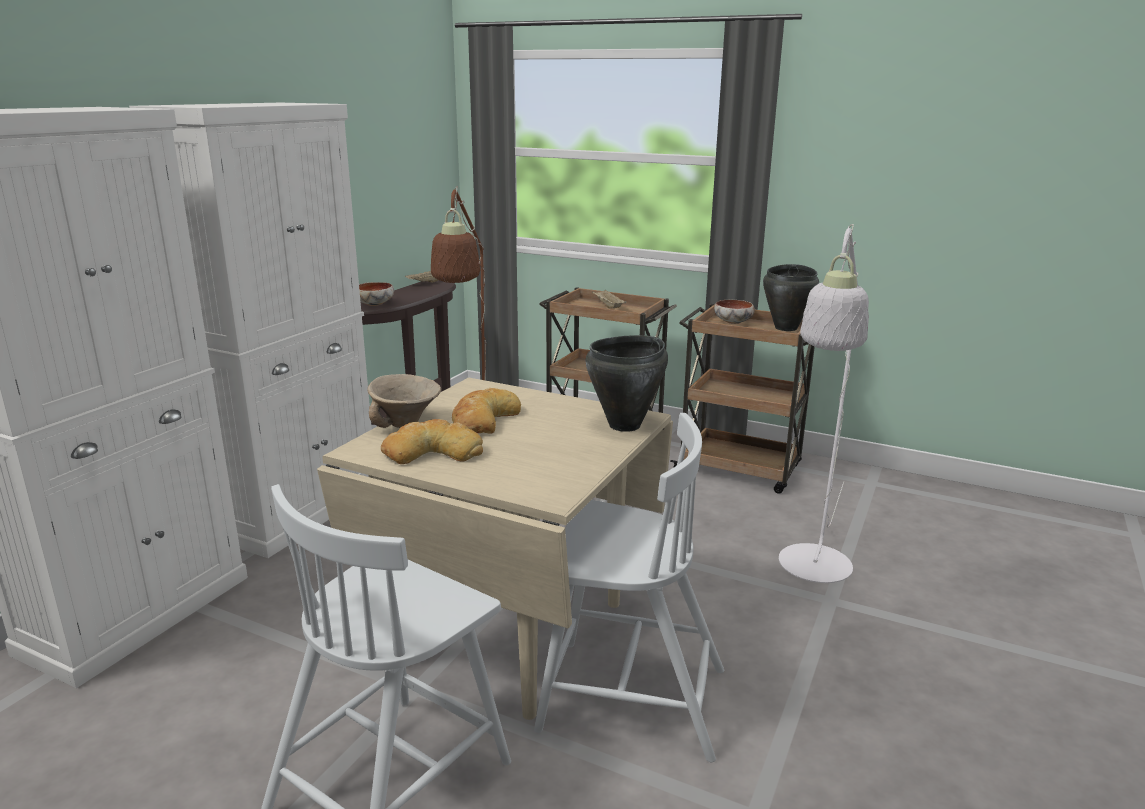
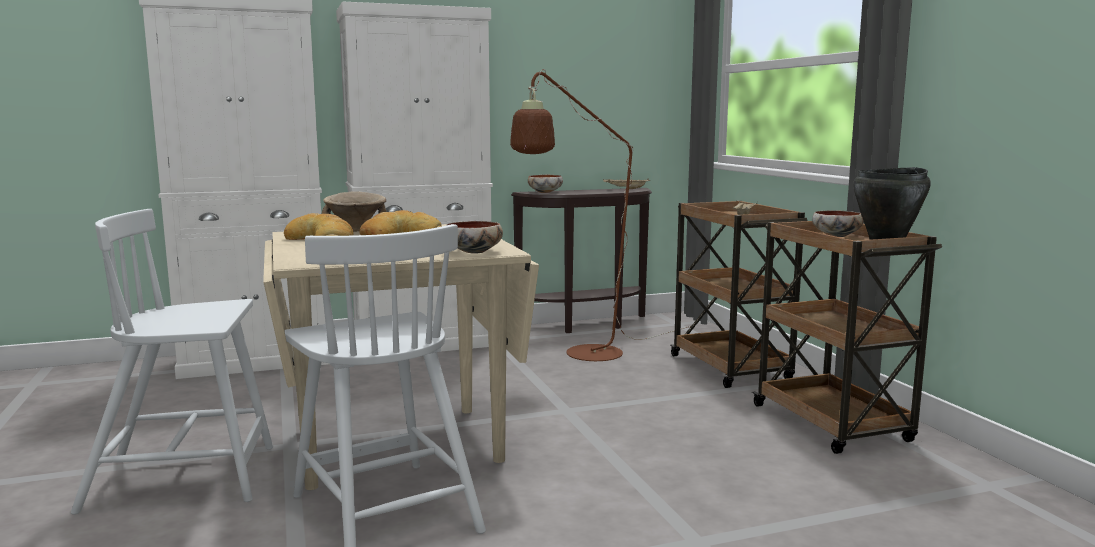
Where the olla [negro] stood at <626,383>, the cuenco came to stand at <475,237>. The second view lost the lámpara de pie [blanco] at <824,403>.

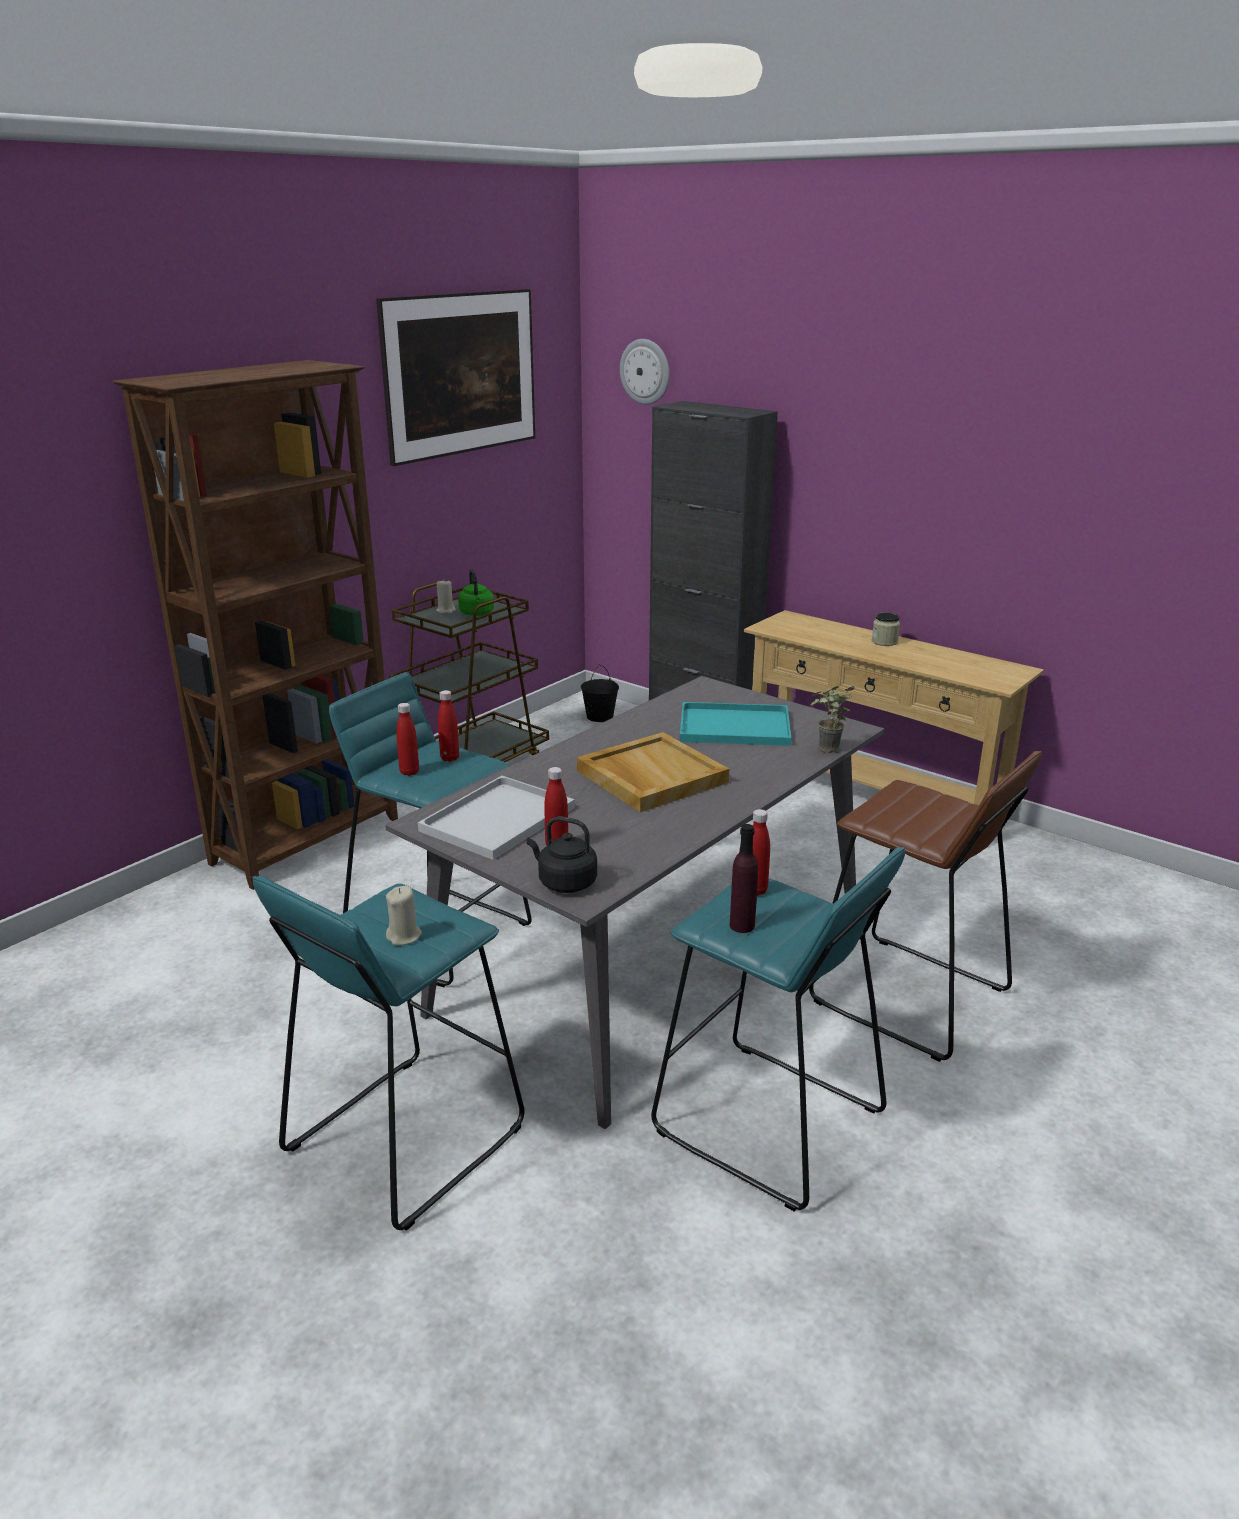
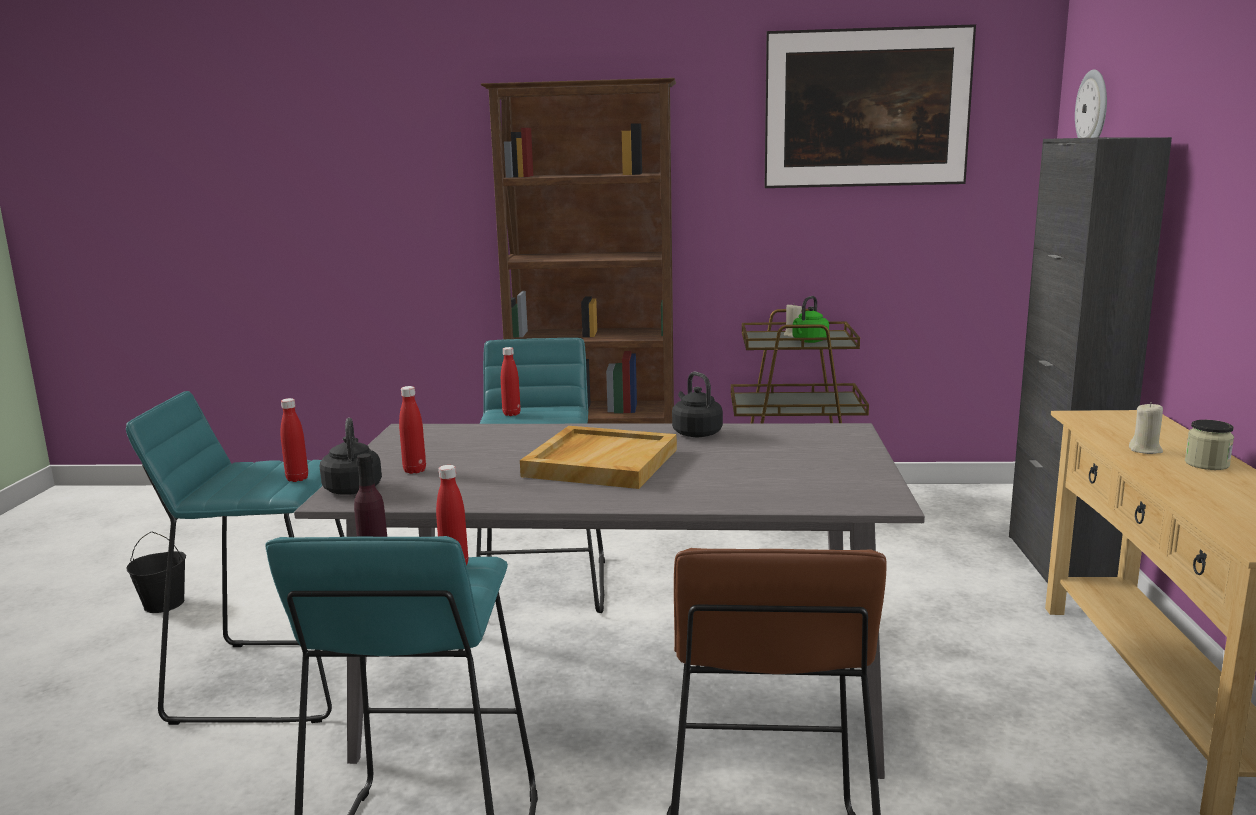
The cubo [negro] ended up elsewhere, having gone from <600,693> to <156,572>. The botella [rojo] ended up elsewhere, having gone from <448,726> to <294,440>. The second view gained the hervidor [negro] at <697,404>. The vela [beis] ended up elsewhere, having gone from <404,915> to <1146,428>. The second view lost the bandeja [blanco] at <496,818>. The second view lost the bandeja [turquesa] at <735,724>. The second view lost the planta en maceta at <832,719>.

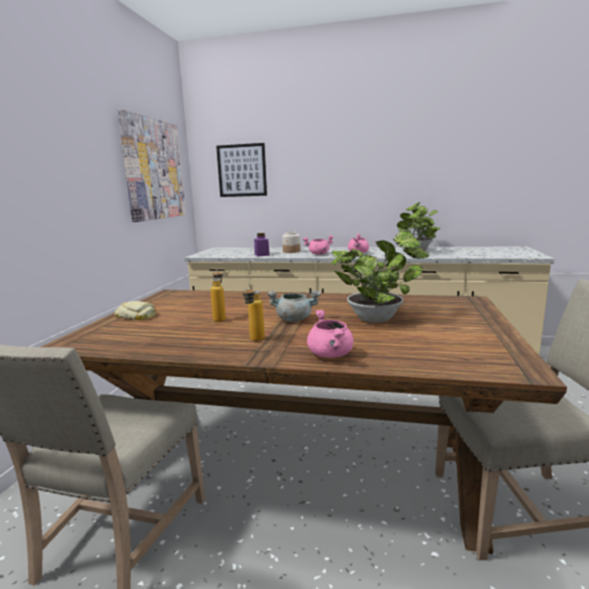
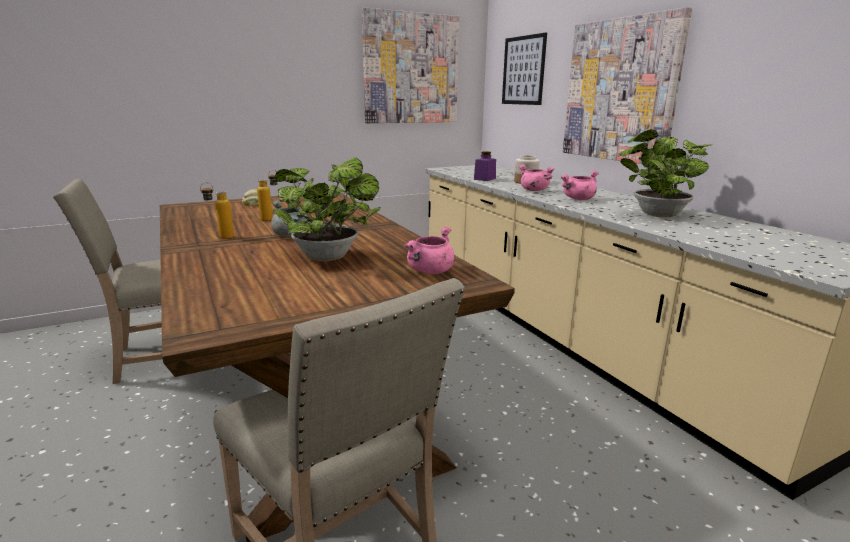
The olla [rosa] ended up elsewhere, having gone from <330,334> to <429,250>. The second view gained the cuadro at <627,85>.

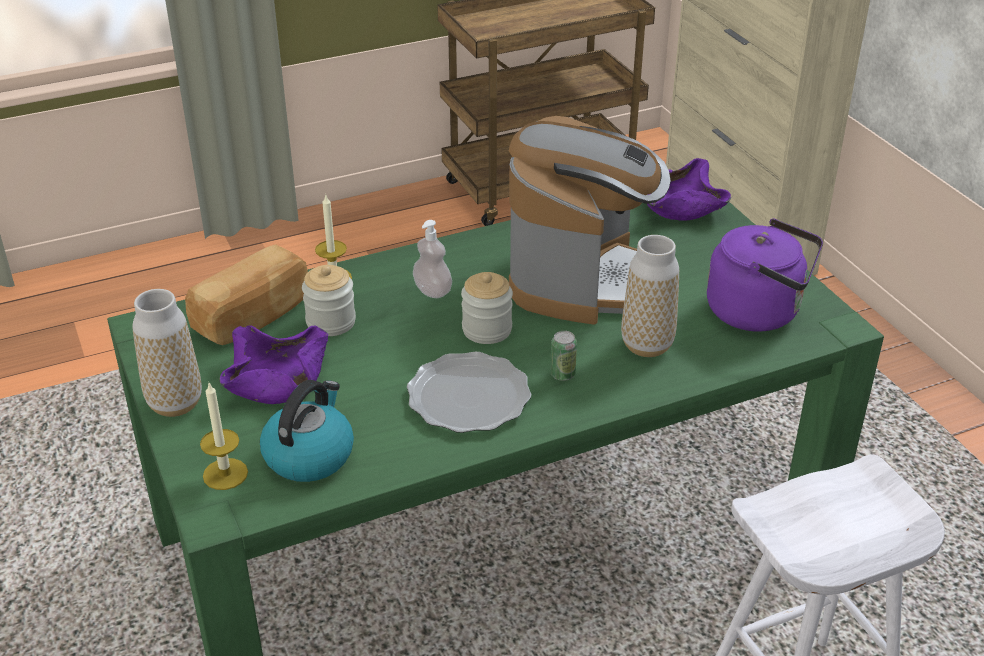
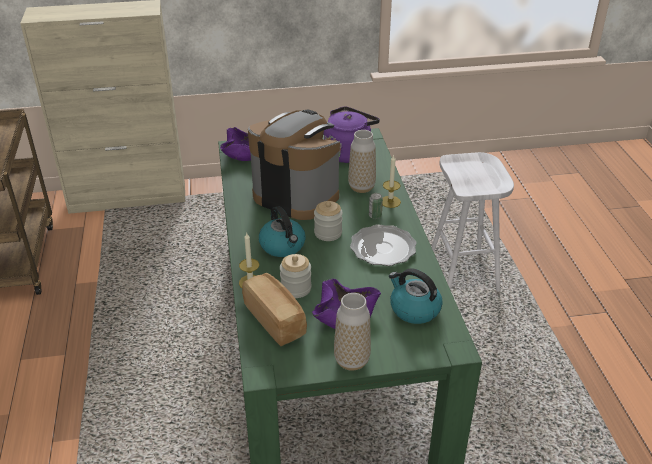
Where the dispensador de jabón stood at <432,259>, the hervidor came to stand at <282,231>. The vela ended up elsewhere, having gone from <224,436> to <391,181>.

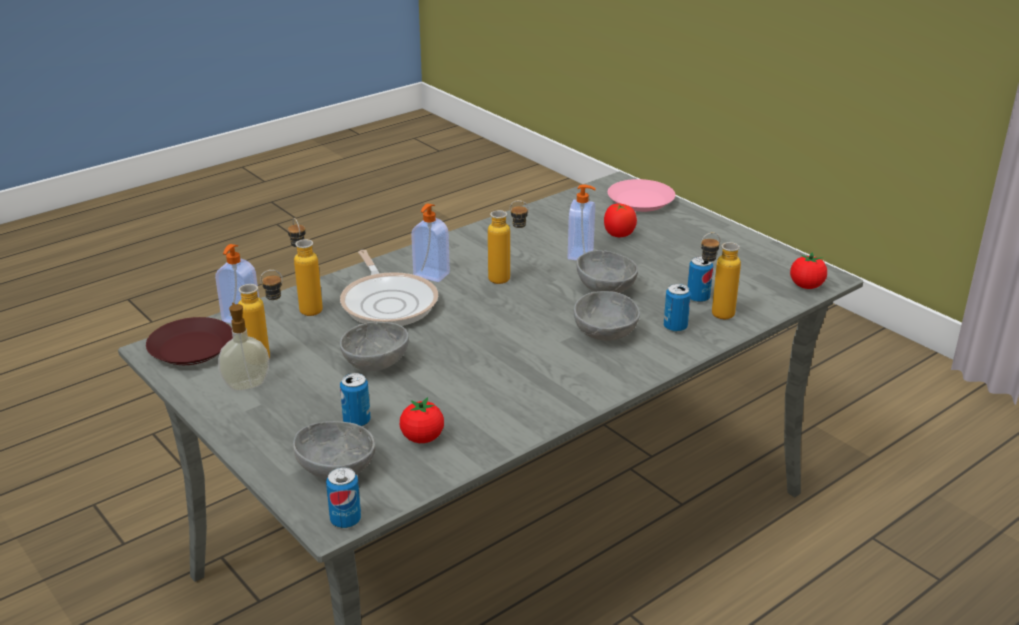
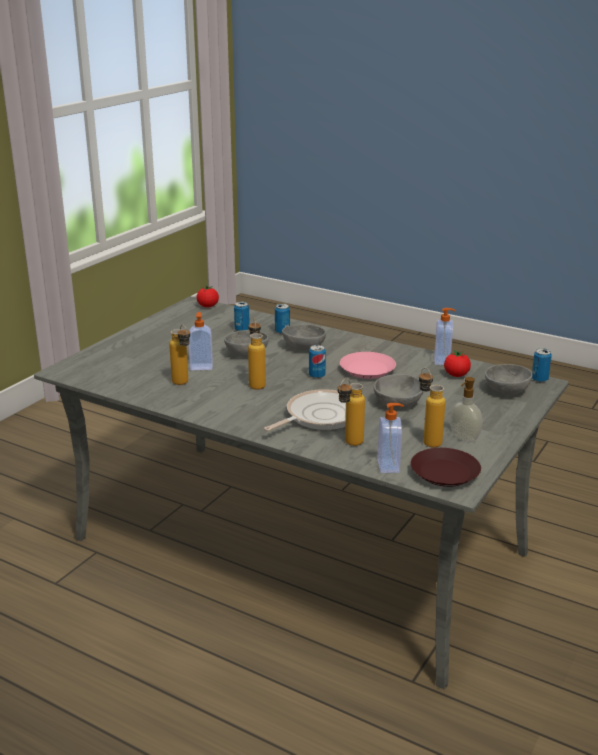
The botella ended up elsewhere, having gone from <721,275> to <179,354>. The lata ended up elsewhere, having gone from <355,399> to <317,362>. The plato [rosa] ended up elsewhere, having gone from <641,195> to <368,365>. The dispensador de jabón ended up elsewhere, having gone from <430,242> to <445,336>. The second view lost the tomate at <620,220>.

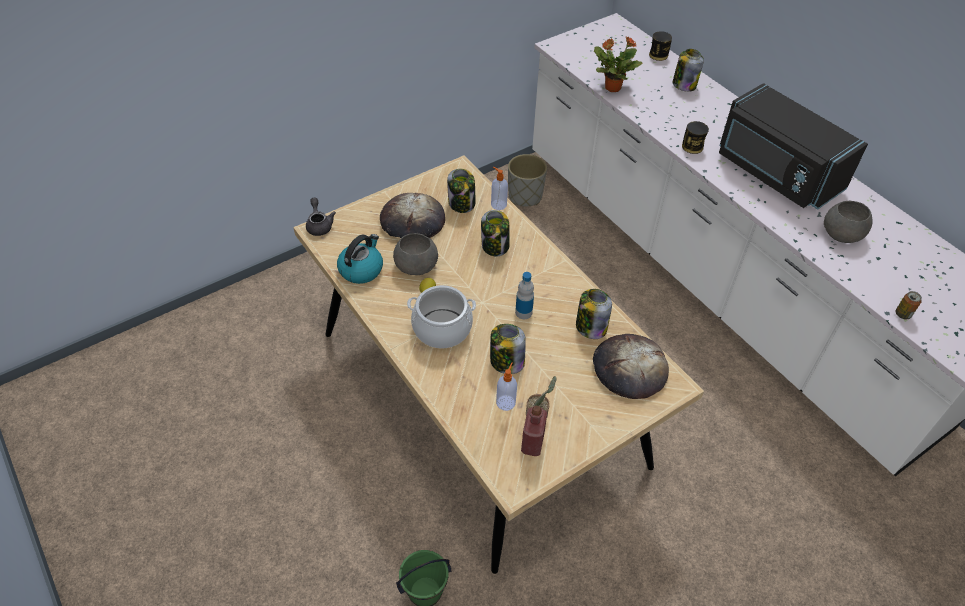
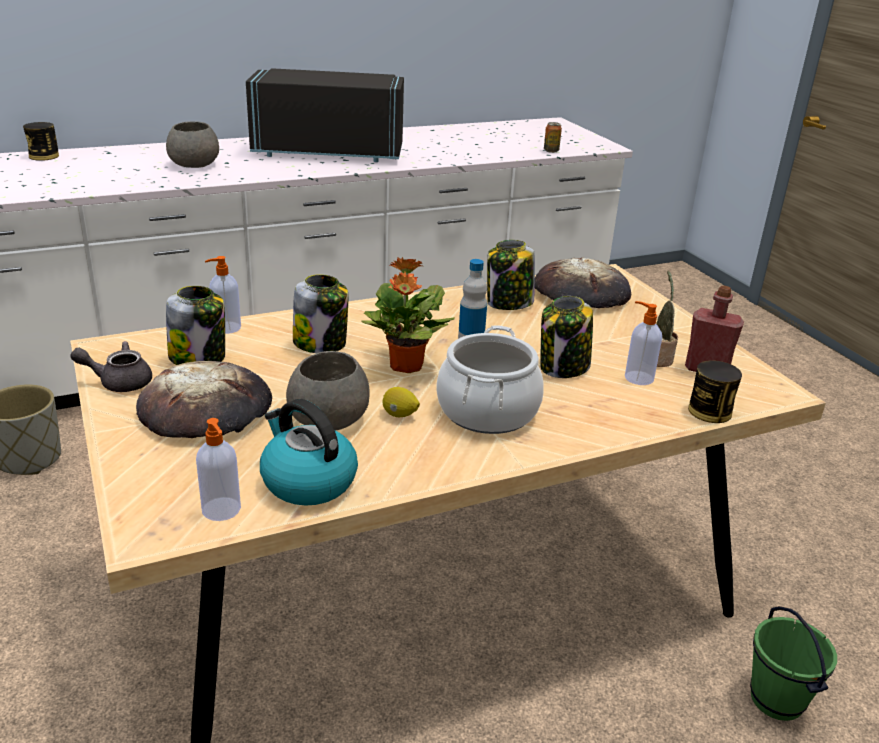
The tetera [gris] ended up elsewhere, having gone from <321,217> to <111,366>. The cuenco [gris] ended up elsewhere, having gone from <848,222> to <192,144>. The second view gained the dispensador de jabón at <218,469>. The microondas [negro] at <793,146> ended up facing another way, 150 degrees counterclockwise from before. The planta en maceta ended up elsewhere, having gone from <618,64> to <408,315>. The lata ended up elsewhere, having gone from <695,137> to <715,391>. The second view lost the tarro at <688,70>.

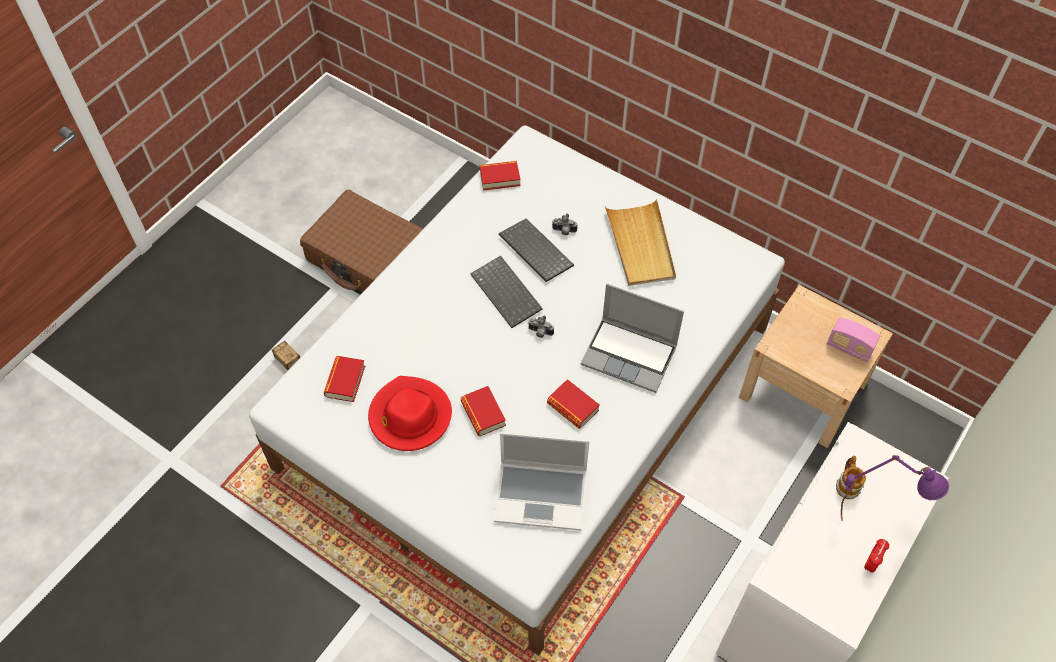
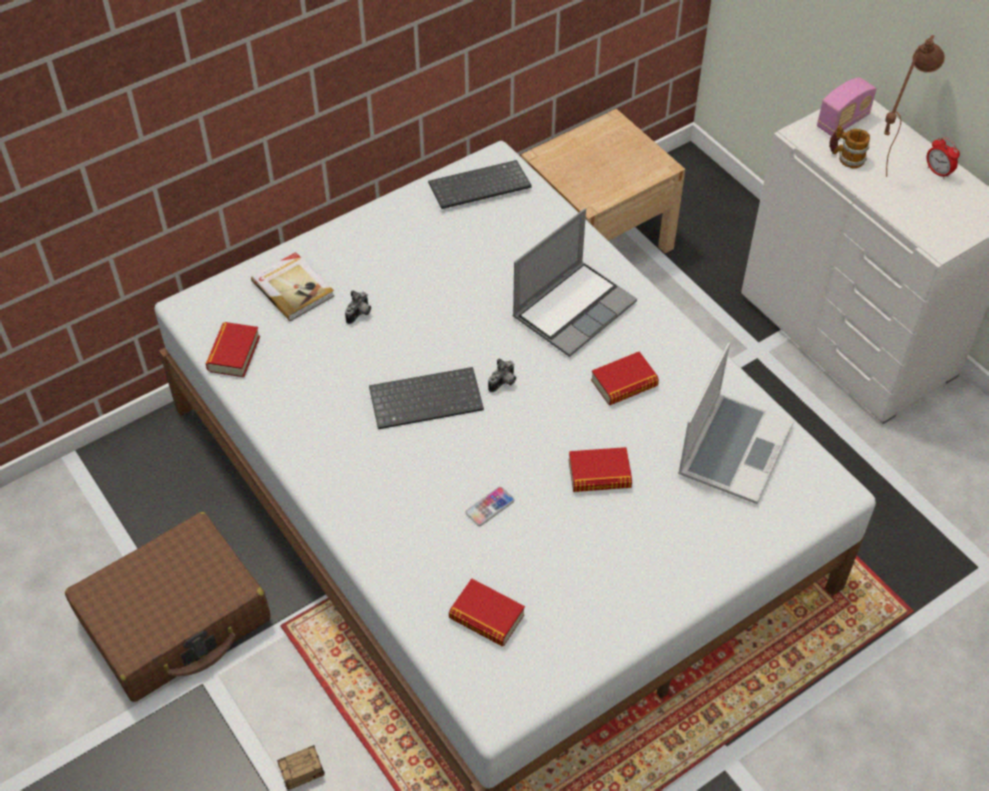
The second view gained the libro at <292,286>. The teclado ended up elsewhere, having gone from <536,250> to <480,184>. The second view gained the móvil at <489,506>. The radio ended up elsewhere, having gone from <853,340> to <846,106>. What was the lámpara de mesa [morado] at <895,488> turned into the lámpara de mesa [marrón] at <914,106>. The second view lost the sombrero [rojo] at <410,413>. The second view lost the bandeja [beis] at <640,242>.

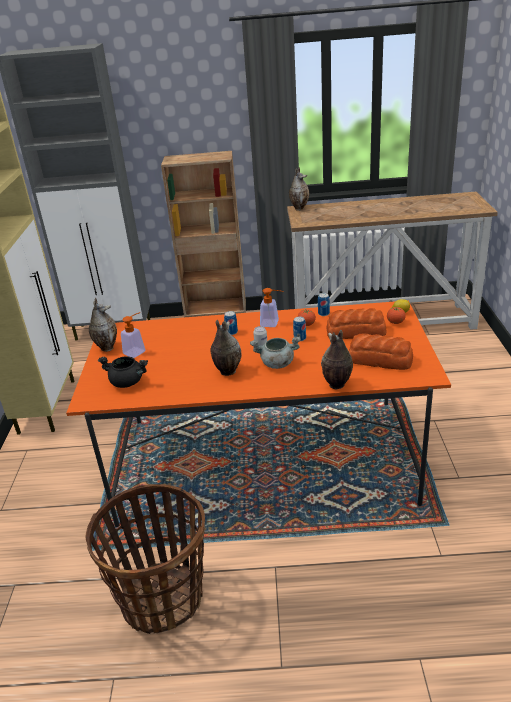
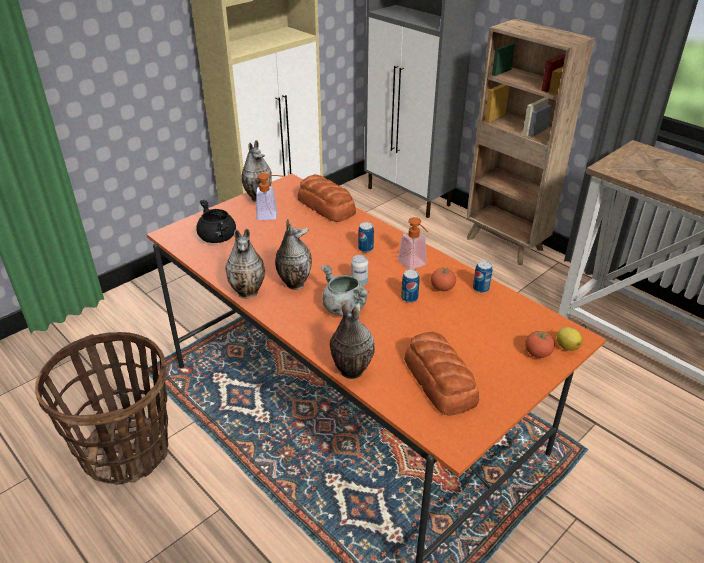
The florero ended up elsewhere, having gone from <299,189> to <245,264>. The pan ended up elsewhere, having gone from <357,323> to <327,198>.

